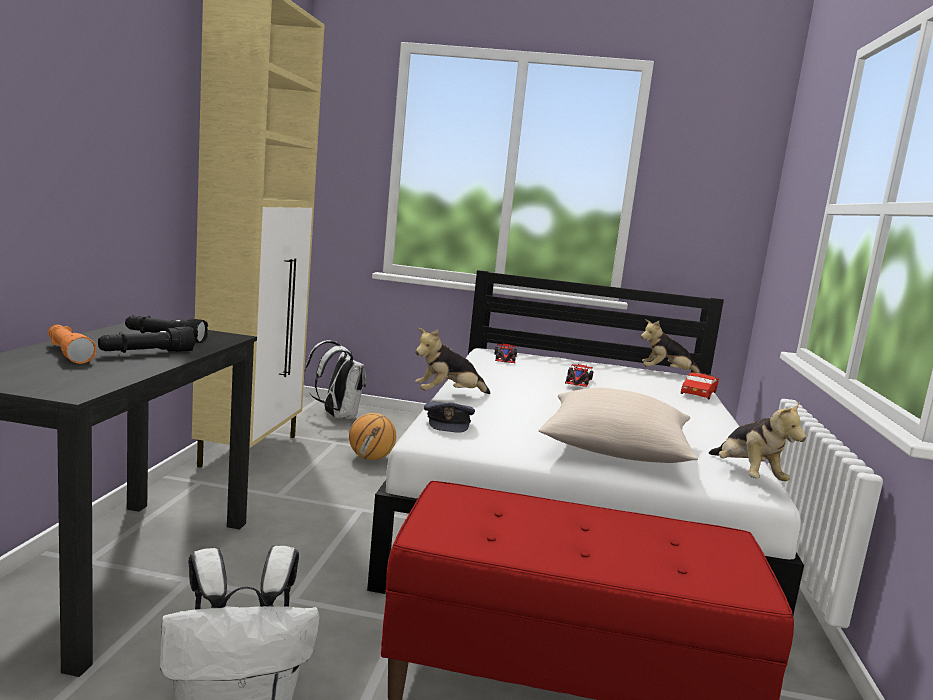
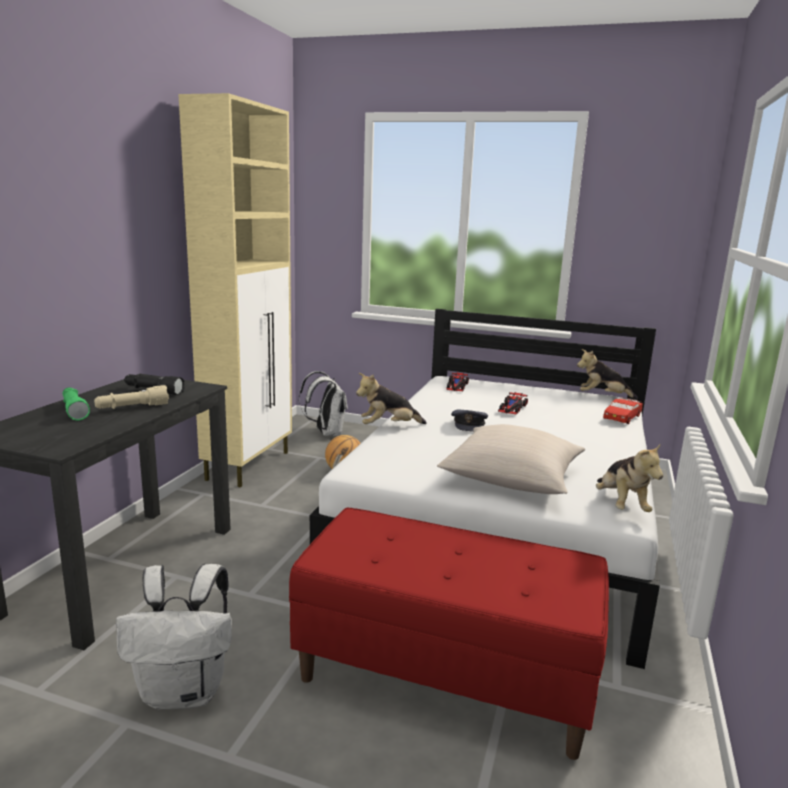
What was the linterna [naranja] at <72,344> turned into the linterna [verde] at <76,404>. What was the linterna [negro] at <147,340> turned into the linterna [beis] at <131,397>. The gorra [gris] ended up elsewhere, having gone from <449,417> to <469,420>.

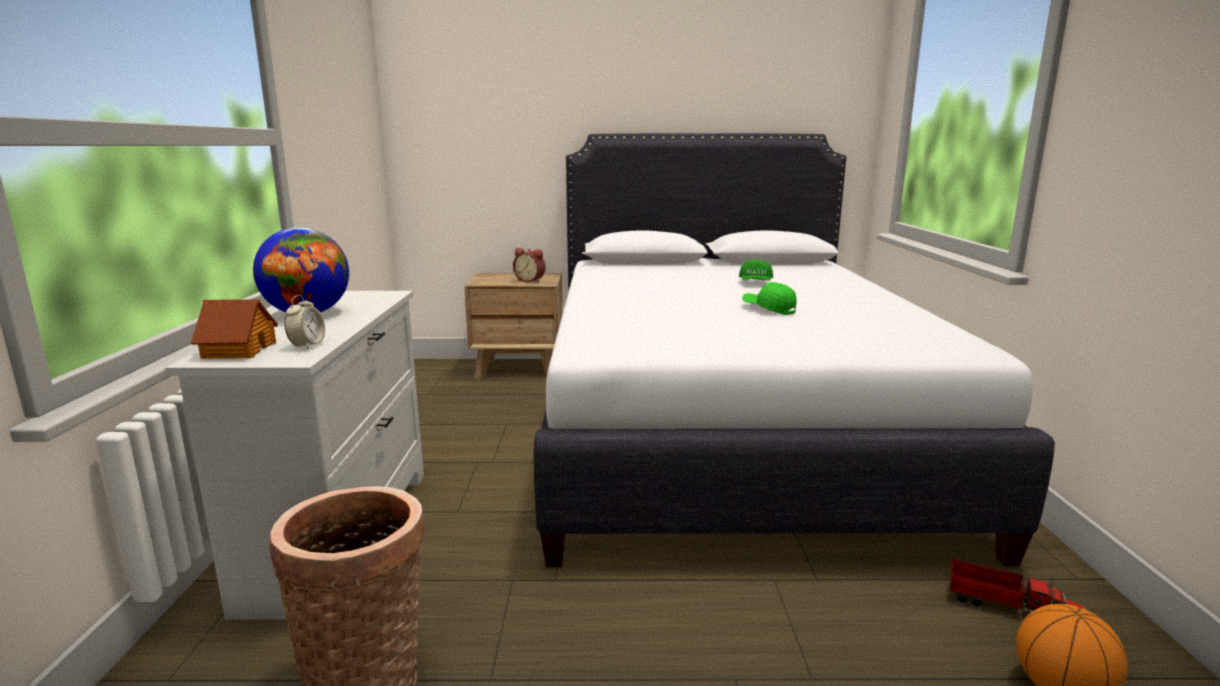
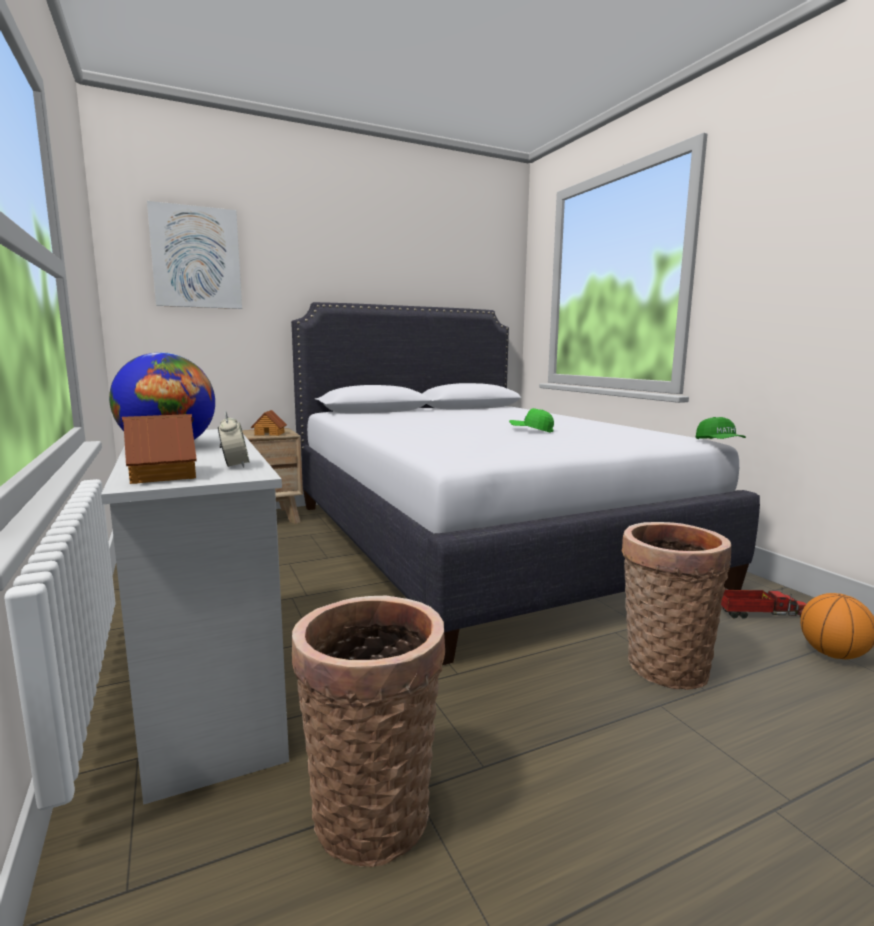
The second view gained the cuadro at <194,255>. Where the despertador stood at <529,265>, the casita came to stand at <268,423>. The second view gained the cesta at <676,606>. The gorra [verde] ended up elsewhere, having gone from <756,270> to <721,428>.

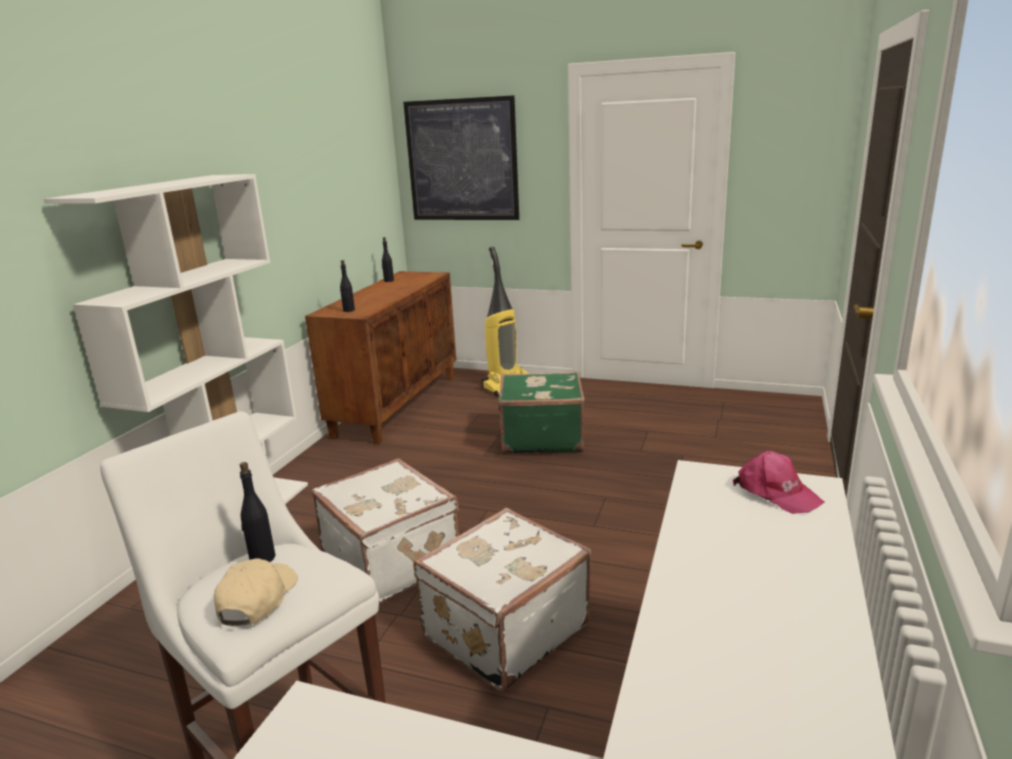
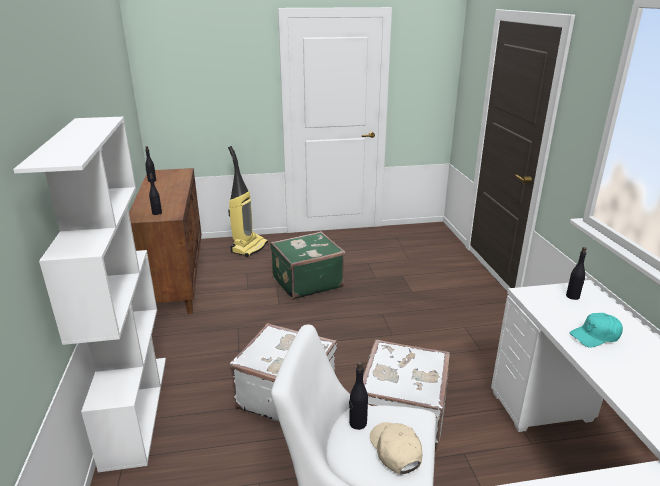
Where the gorra [rosa] stood at <779,482>, the botella [negro] came to stand at <576,273>. The second view gained the gorra [turquesa] at <596,330>. The second view lost the cuadro at <461,157>.

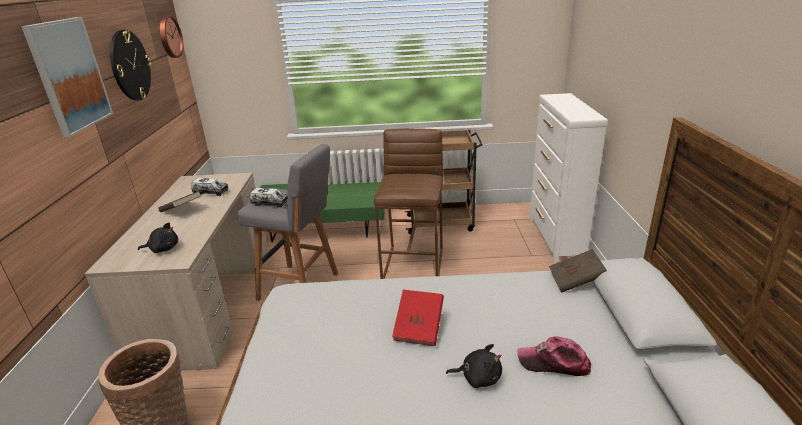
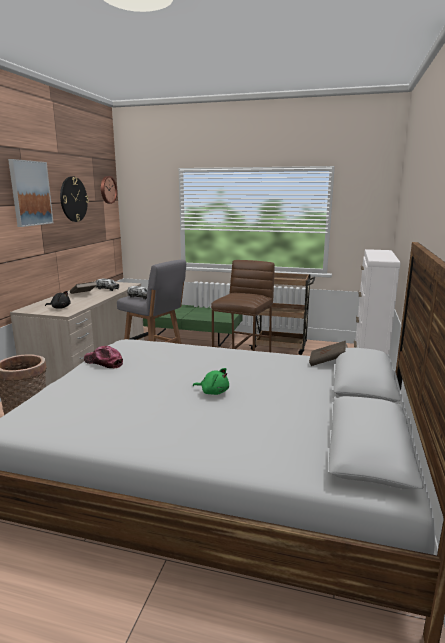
The gorra ended up elsewhere, having gone from <554,356> to <103,357>. What was the peluche [negro] at <474,366> turned into the peluche [verde] at <211,381>. The second view lost the libro [rojo] at <418,318>.

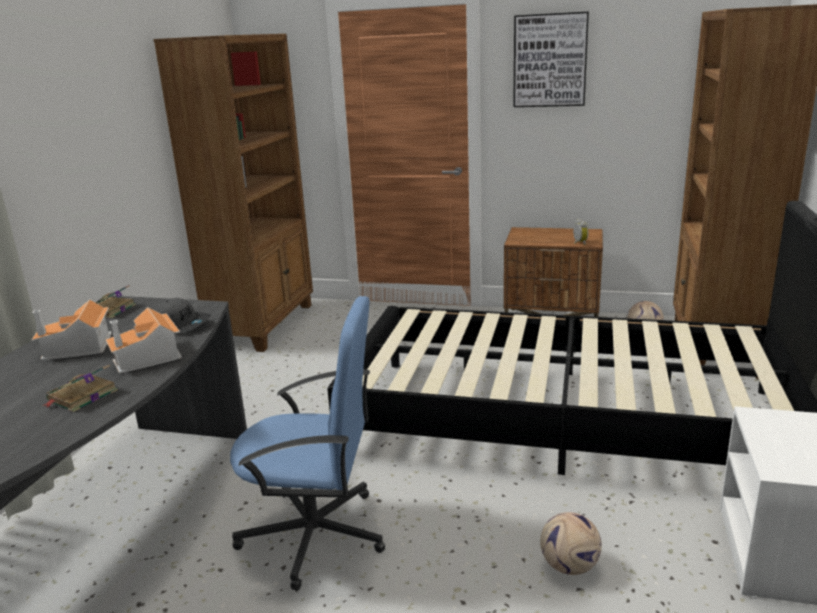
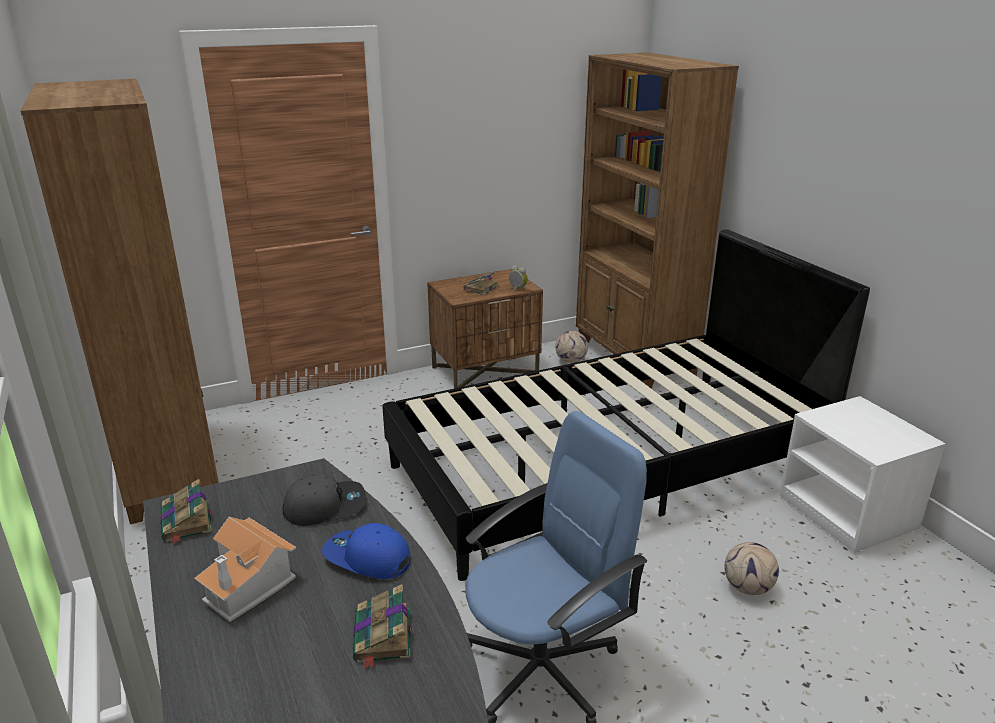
Where the casita stood at <144,340>, the gorra [azul] came to stand at <366,551>. The second view gained the libro at <480,283>. The second view lost the cuadro at <551,59>.

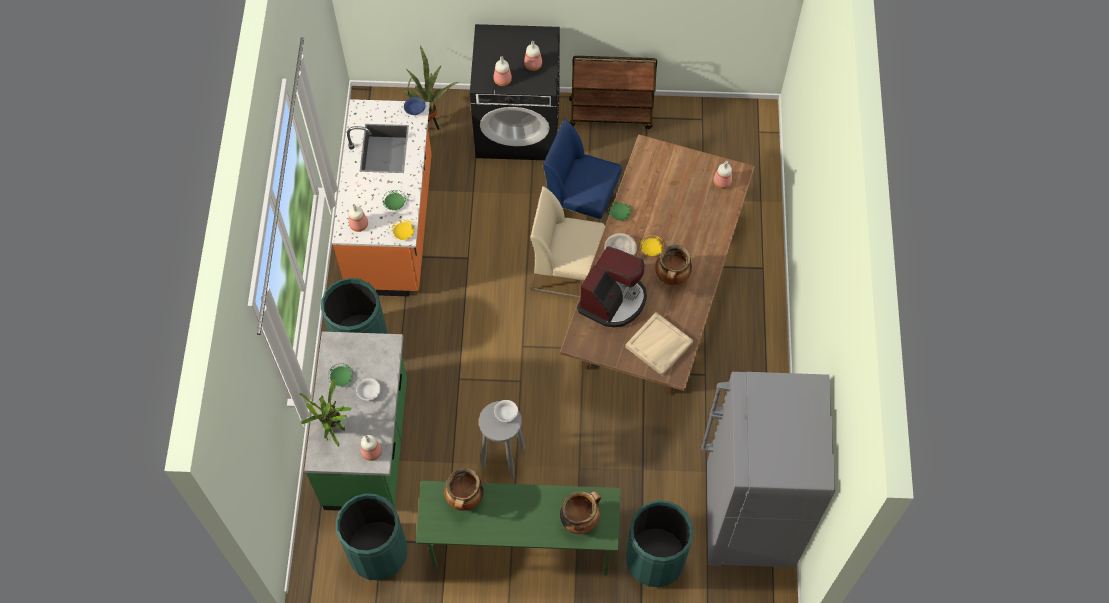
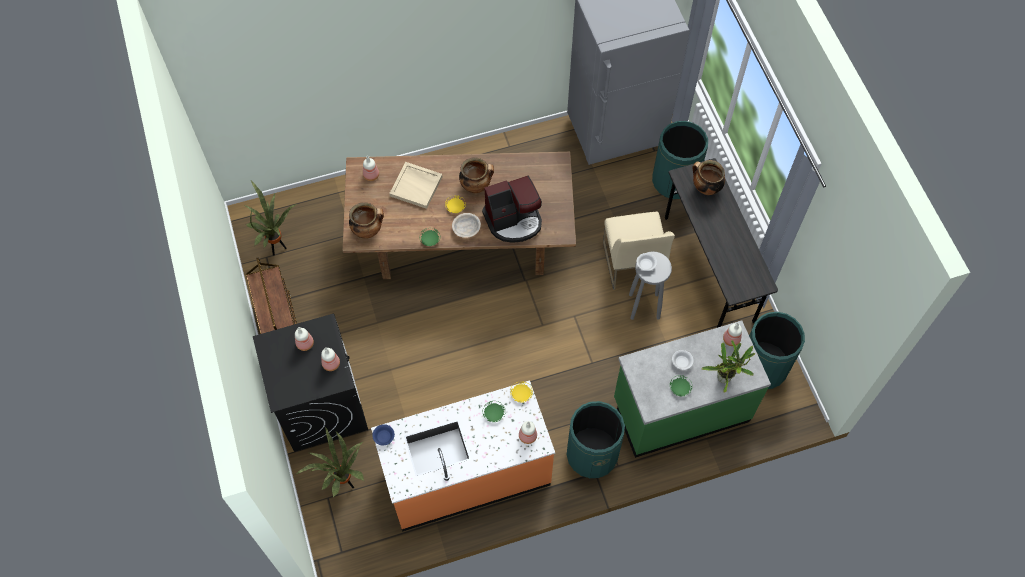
The second view gained the planta en maceta at <271,218>. The olla ended up elsewhere, having gone from <464,489> to <366,220>. The bandeja [beis] ended up elsewhere, having gone from <659,344> to <415,185>. The cafetera at <612,287> ended up facing another way, 150 degrees clockwise from before. The silla [beis] ended up elsewhere, having gone from <567,242> to <639,251>. What was the escritorio [verde] at <518,528> turned into the escritorio [gris] at <721,243>. The second view lost the silla [azul] at <582,170>.

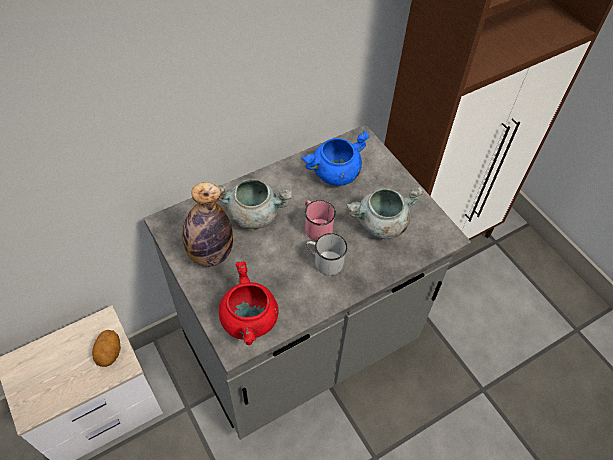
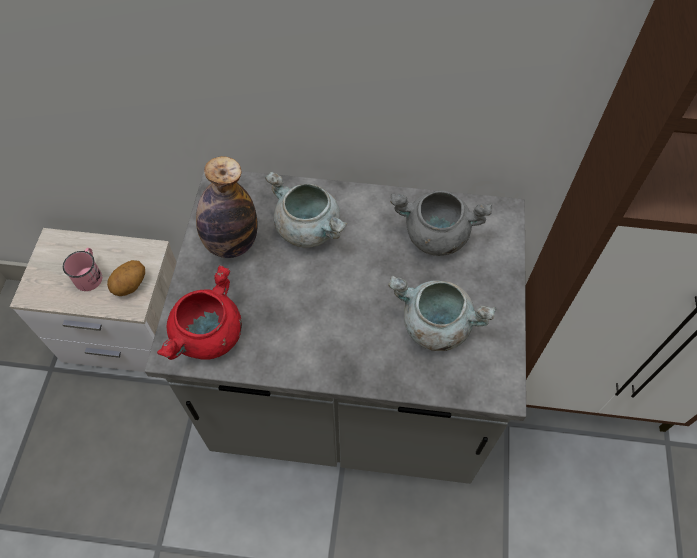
The taza grande [rosa] ended up elsewhere, having gone from <320,220> to <82,269>. What was the olla [azul] at <336,158> turned into the olla [gris] at <441,223>. The second view lost the taza grande [blanco] at <326,254>.

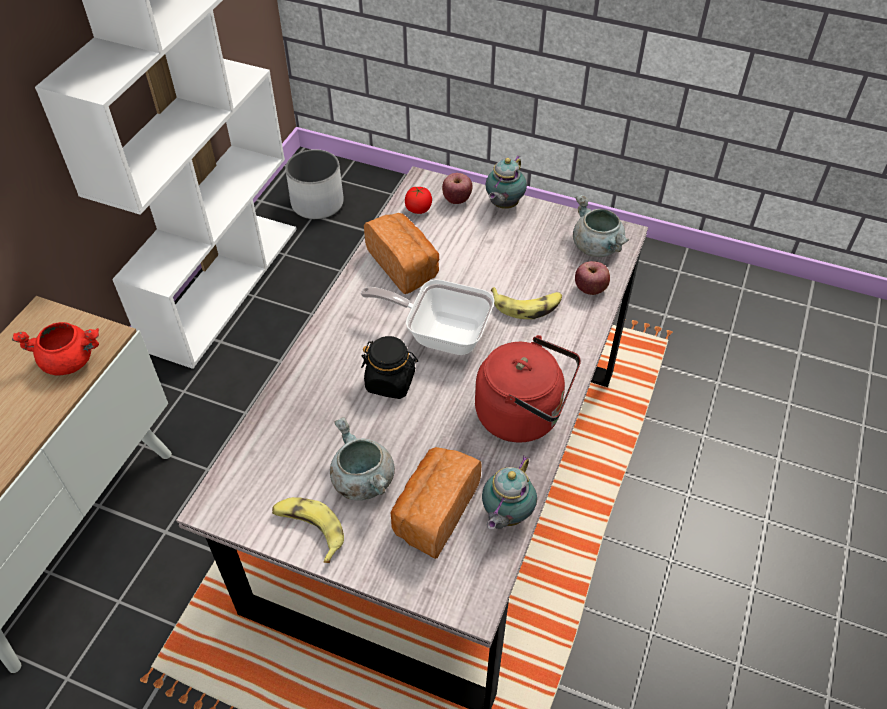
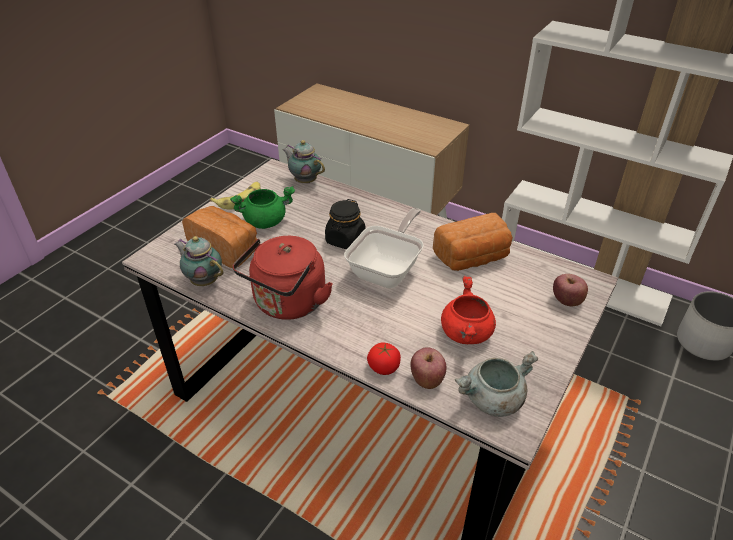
What was the olla [gris] at <362,459> turned into the olla [verde] at <262,207>. The tetera ended up elsewhere, having gone from <506,182> to <303,161>. The tomate ended up elsewhere, having gone from <418,200> to <384,358>. The olla [rojo] ended up elsewhere, having gone from <55,349> to <468,310>. The second view lost the plátano at <526,303>.

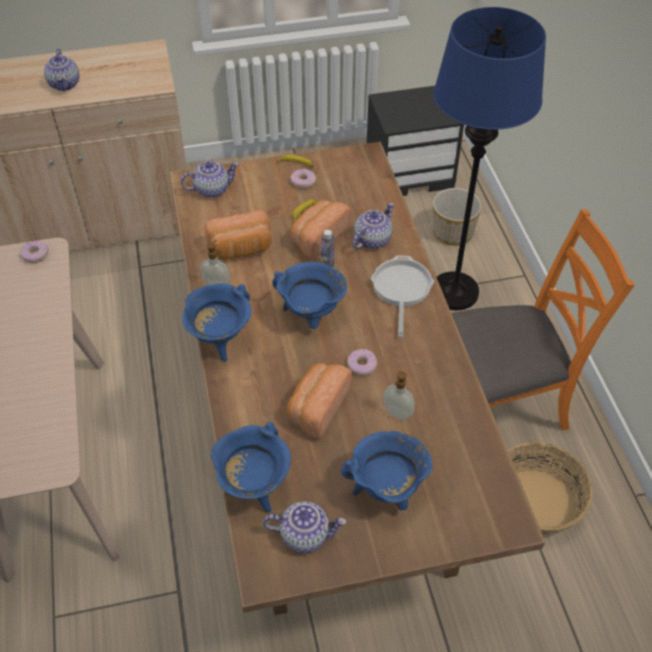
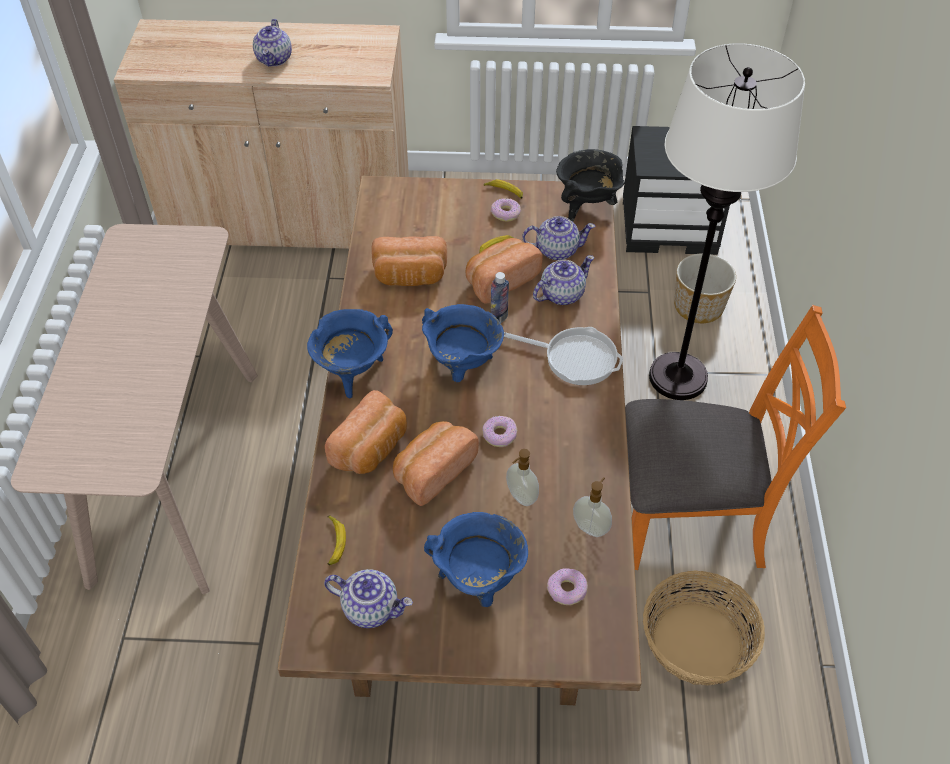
The second view gained the pan at <366,432>. Where the olla [azul] stood at <251,467>, the plátano came to stand at <336,540>. The sartén at <402,297> ended up facing another way, 90 degrees clockwise from before. The tetera ended up elsewhere, having gone from <210,179> to <558,238>. The rosquilla ended up elsewhere, having gone from <34,252> to <567,586>. The second view gained the olla [negro] at <590,185>. The dispensador de jabón ended up elsewhere, having gone from <215,262> to <592,507>. What was the lámpara de pie [azul] at <490,158> turned into the lámpara de pie [blanco] at <727,221>.

